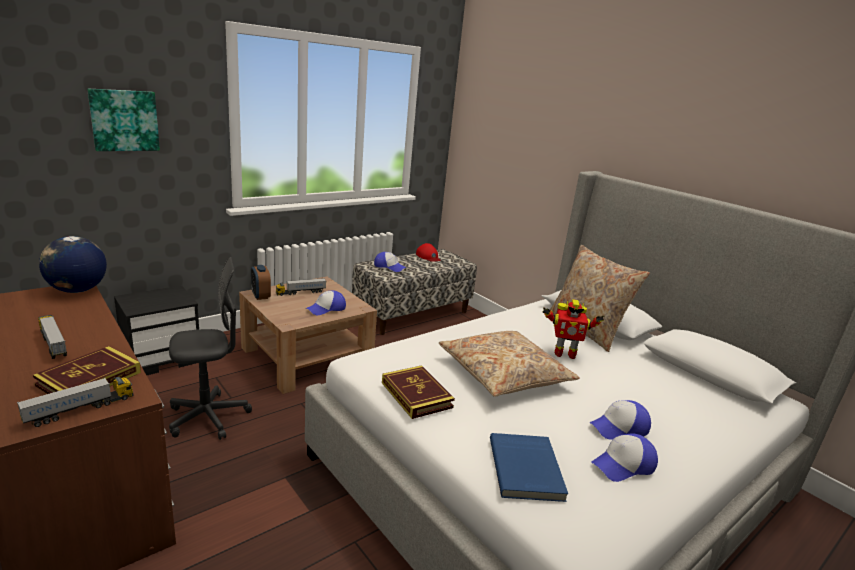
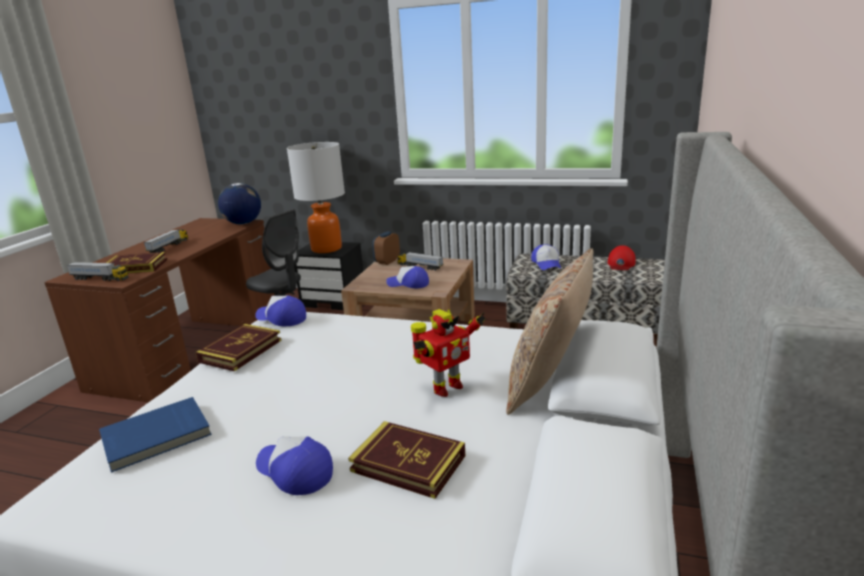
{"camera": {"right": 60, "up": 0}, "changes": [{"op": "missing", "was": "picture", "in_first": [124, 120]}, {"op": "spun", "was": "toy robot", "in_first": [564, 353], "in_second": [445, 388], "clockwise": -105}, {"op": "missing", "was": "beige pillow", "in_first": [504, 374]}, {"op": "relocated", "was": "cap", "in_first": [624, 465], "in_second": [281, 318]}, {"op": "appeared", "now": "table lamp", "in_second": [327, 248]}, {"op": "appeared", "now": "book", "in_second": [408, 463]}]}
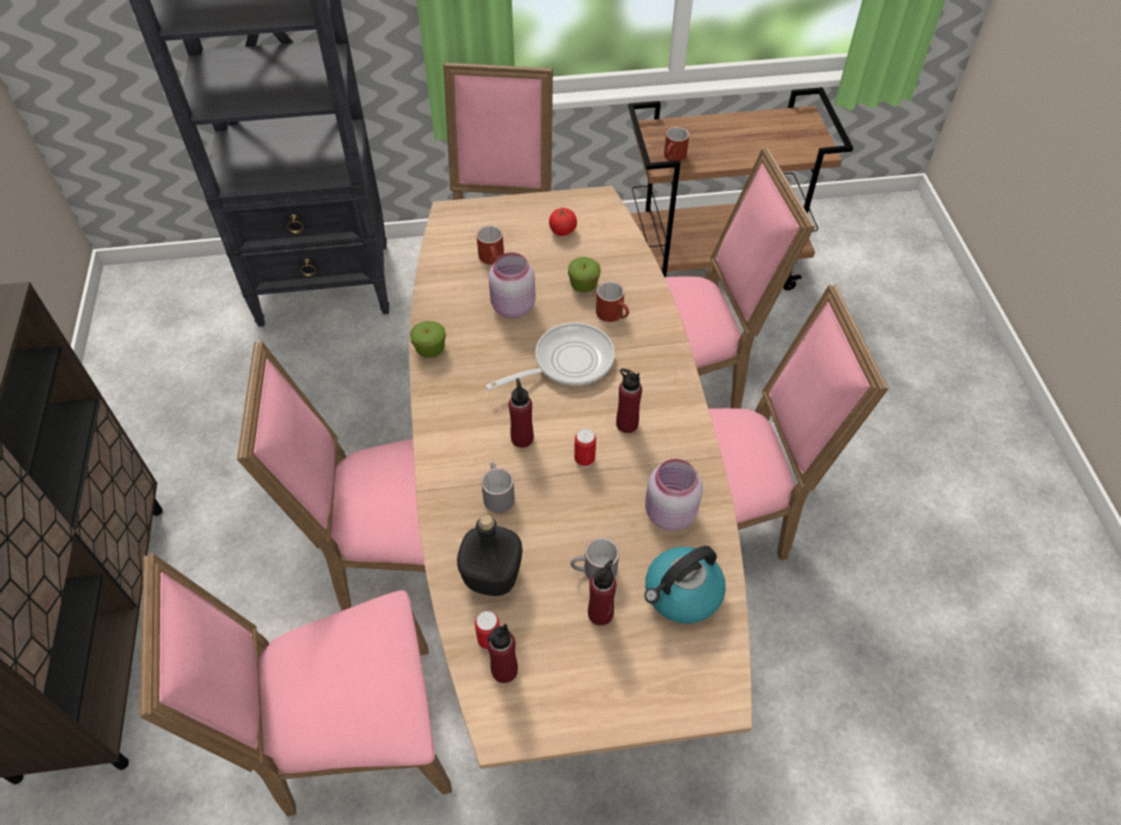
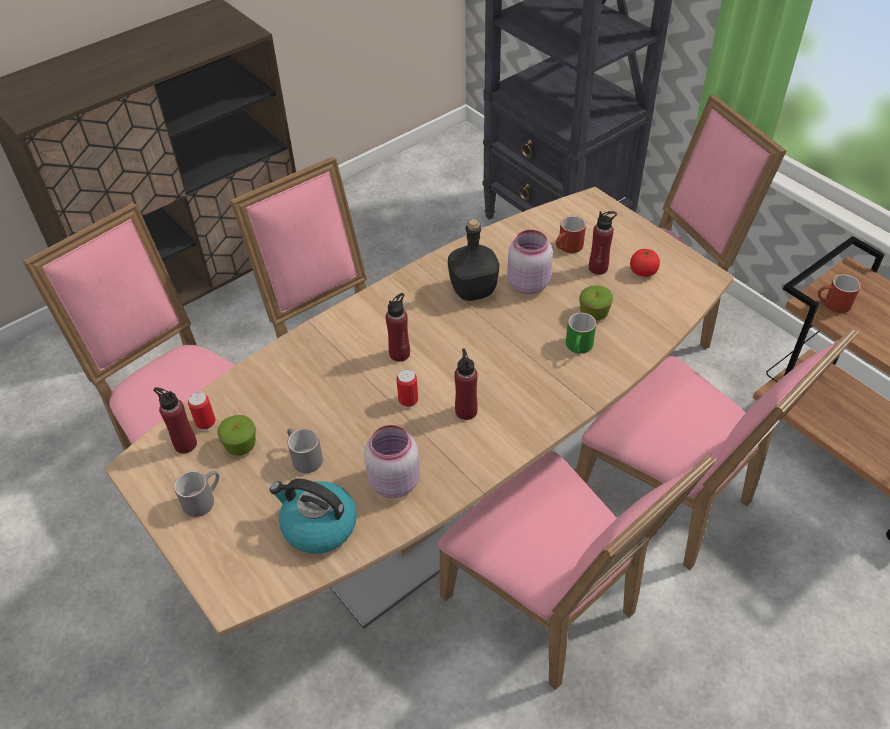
{"camera": {"right": 60, "up": -5}, "changes": [{"op": "colour", "was": "red mug", "now": "green mug", "in_first": [614, 314], "in_second": [579, 348]}, {"op": "relocated", "was": "apple", "in_first": [430, 349], "in_second": [241, 445]}, {"op": "missing", "was": "frying pan", "in_first": [567, 362]}, {"op": "relocated", "was": "grey mug", "in_first": [496, 494], "in_second": [203, 499]}, {"op": "relocated", "was": "black bottle", "in_first": [492, 577], "in_second": [472, 290]}, {"op": "relocated", "was": "red bottle", "in_first": [600, 613], "in_second": [598, 268]}]}
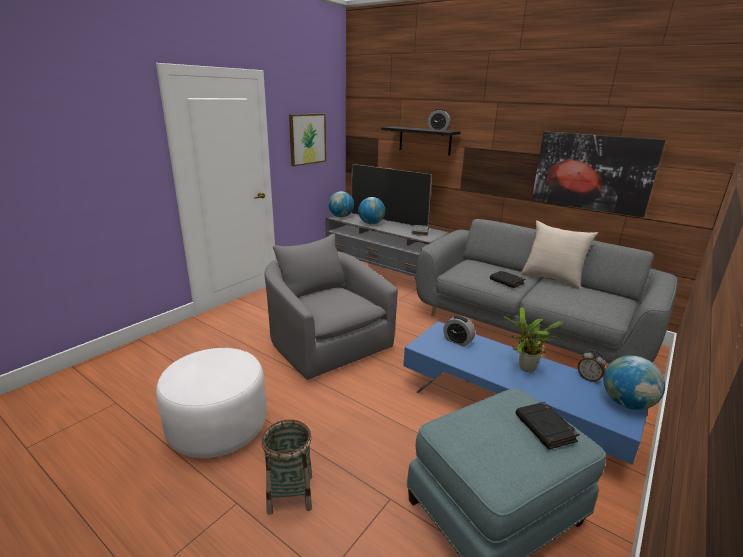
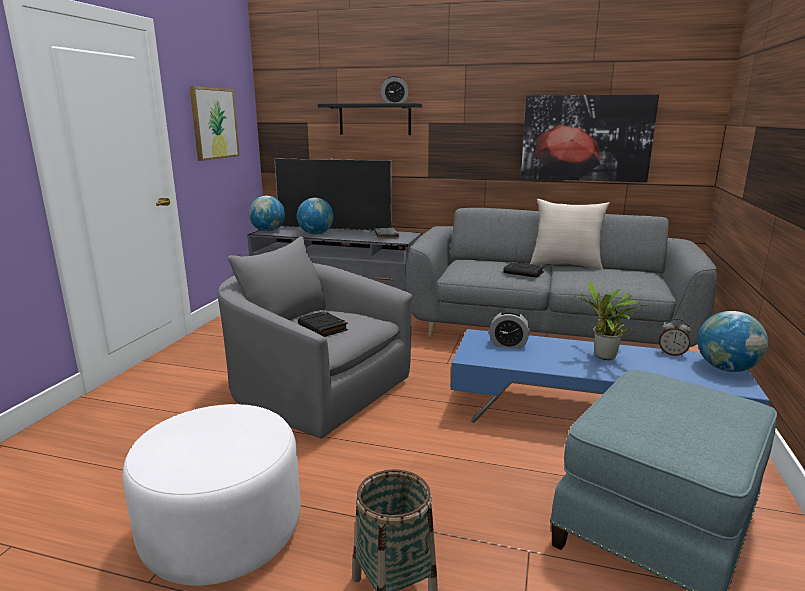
{"camera": {"right": -20, "up": -5}, "changes": [{"op": "relocated", "was": "black book", "in_first": [546, 428], "in_second": [323, 328]}]}
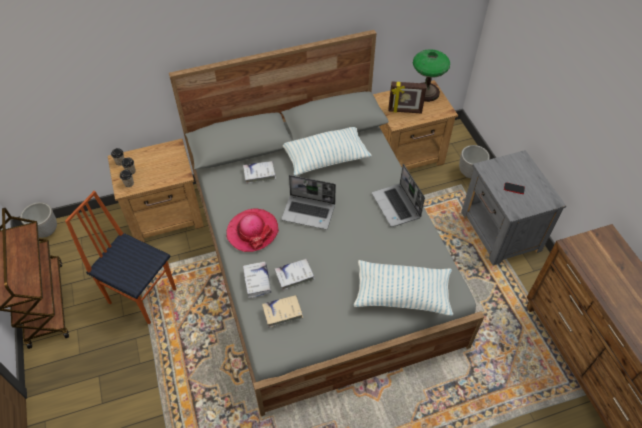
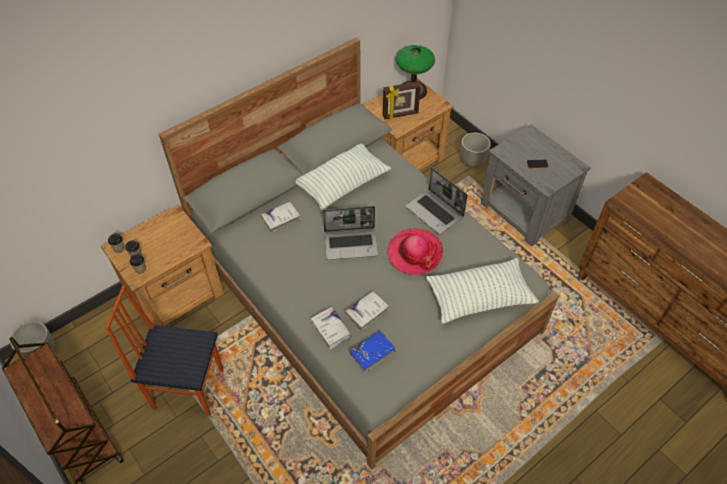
{"camera": {"right": -20, "up": 0}, "changes": [{"op": "relocated", "was": "hat", "in_first": [252, 231], "in_second": [414, 253]}, {"op": "colour", "was": "beige book", "now": "blue book", "in_first": [282, 312], "in_second": [372, 353]}]}
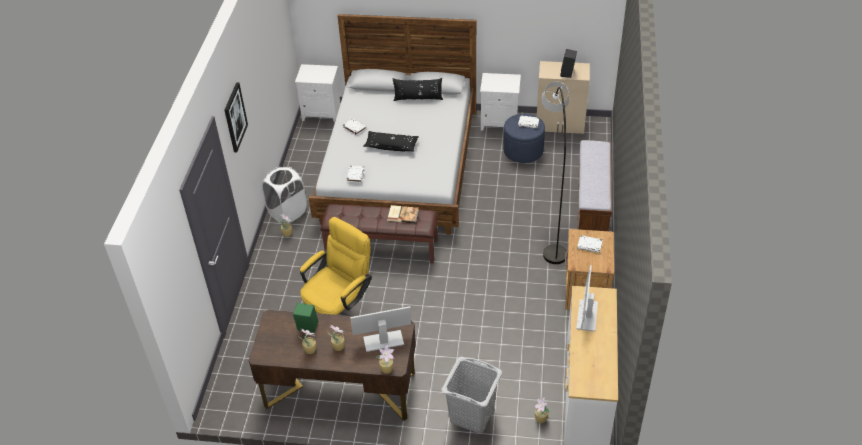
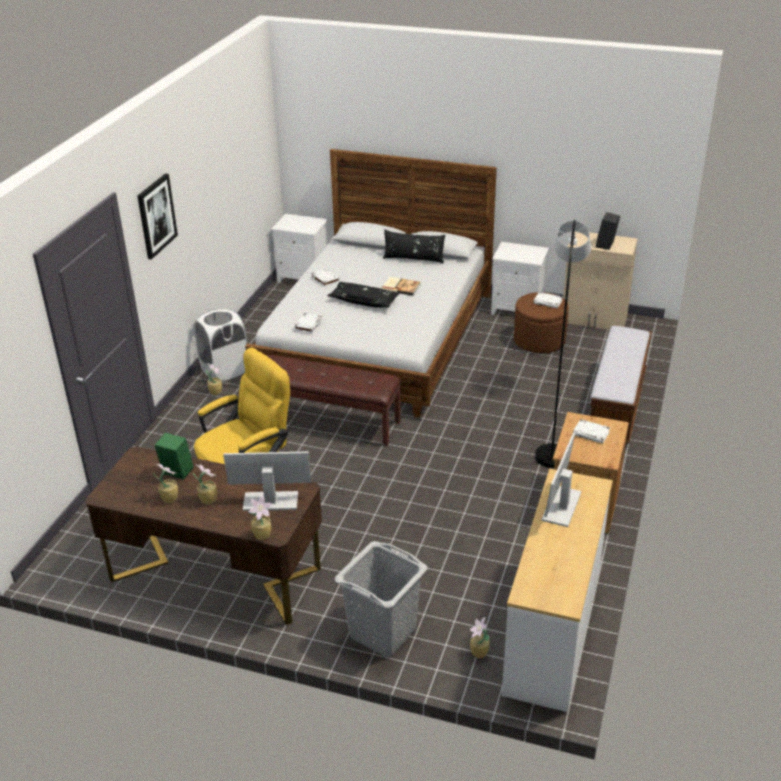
{"camera": {"right": 10, "up": -10}, "changes": [{"op": "colour", "was": "blue ottoman", "now": "brown ottoman", "in_first": [523, 151], "in_second": [539, 340]}, {"op": "relocated", "was": "book", "in_first": [403, 215], "in_second": [401, 287]}]}
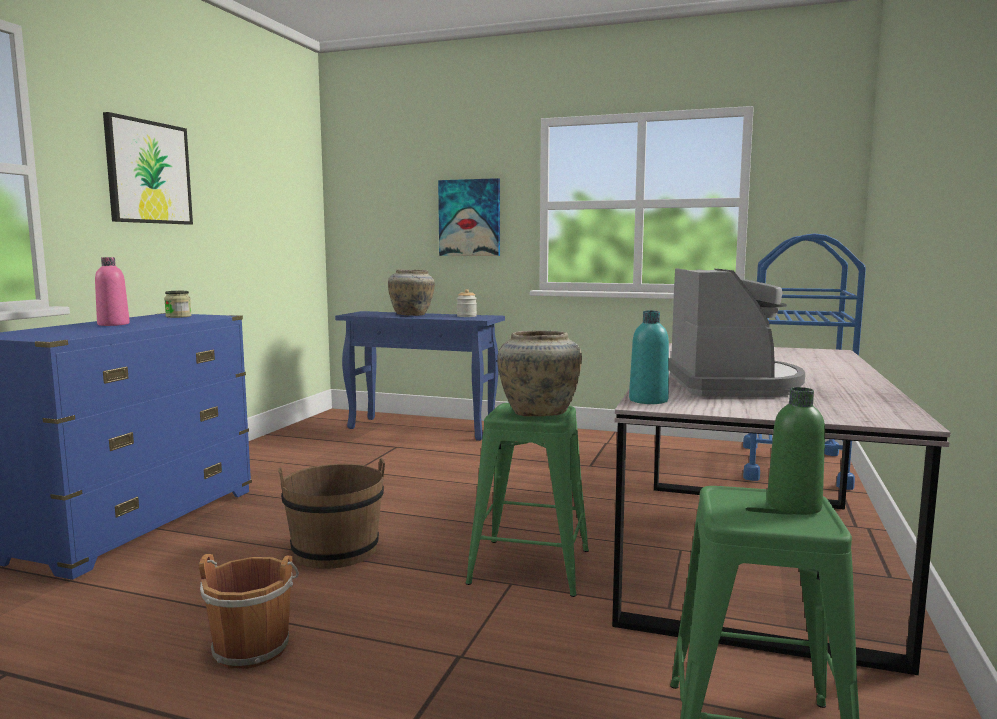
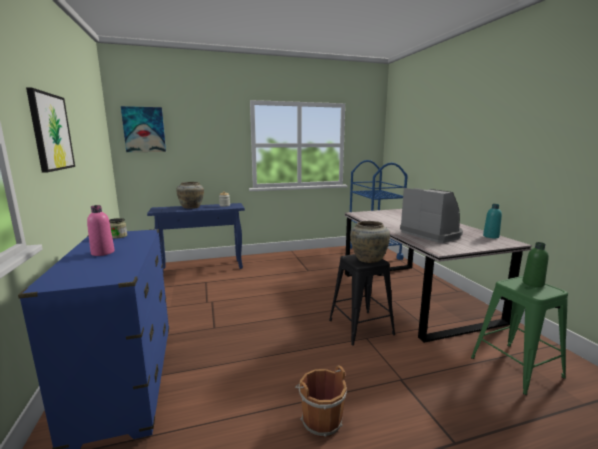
{"camera": {"right": -35, "up": 5}, "changes": [{"op": "relocated", "was": "picture", "in_first": [470, 218], "in_second": [144, 129]}, {"op": "relocated", "was": "turquoise bottle", "in_first": [648, 400], "in_second": [491, 236]}, {"op": "colour", "was": "green stool", "now": "black stool", "in_first": [530, 566], "in_second": [361, 327]}, {"op": "missing", "was": "brown bucket", "in_first": [335, 551]}]}
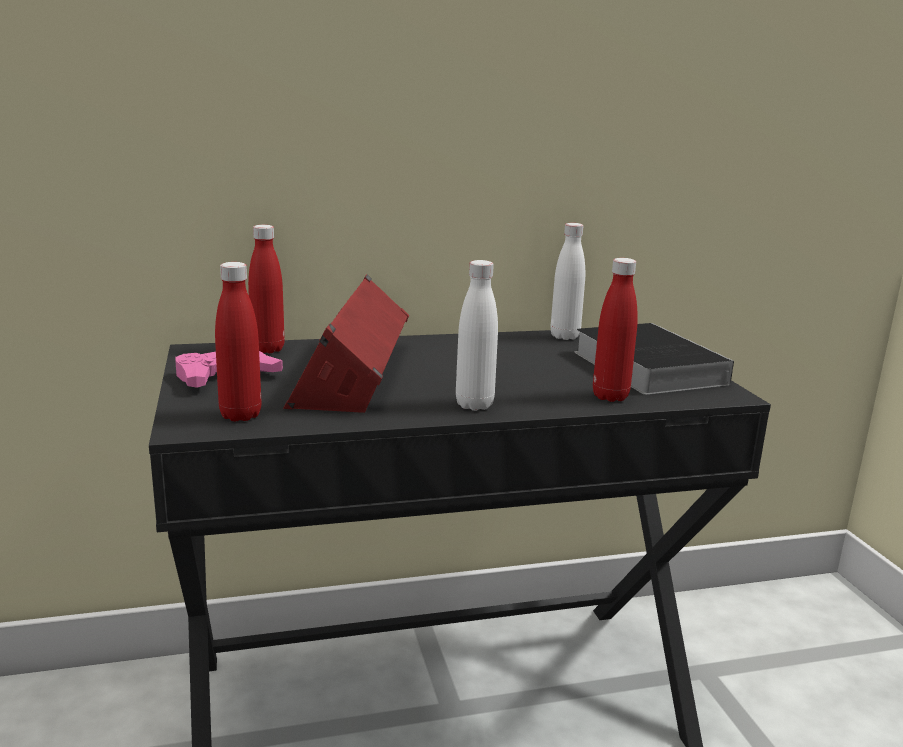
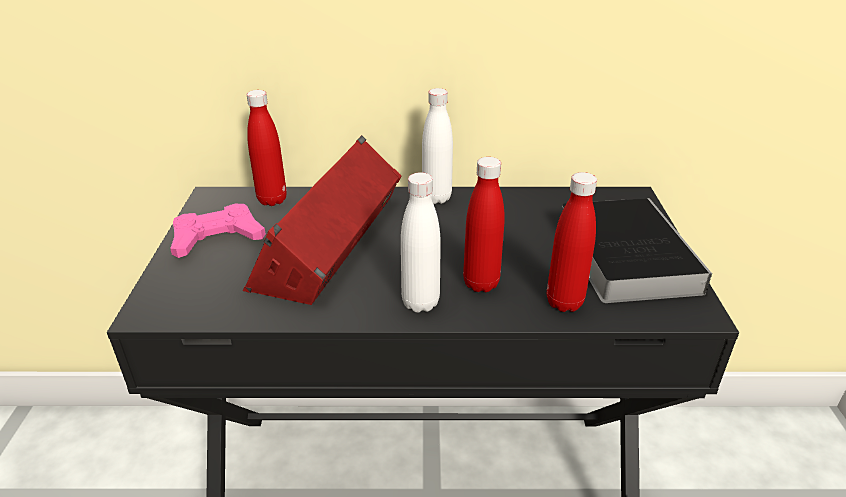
{"camera": {"right": 15, "up": 15}, "changes": [{"op": "relocated", "was": "white bottle", "in_first": [564, 336], "in_second": [436, 198]}, {"op": "relocated", "was": "red bottle", "in_first": [240, 415], "in_second": [481, 283]}]}
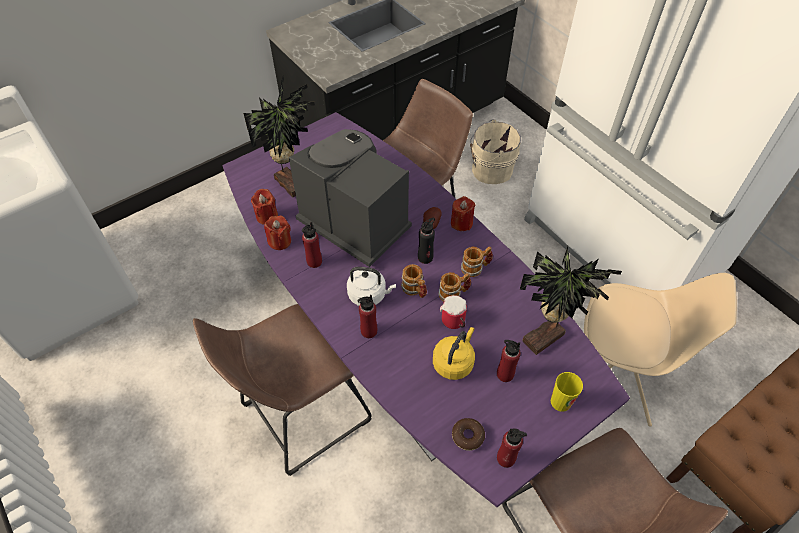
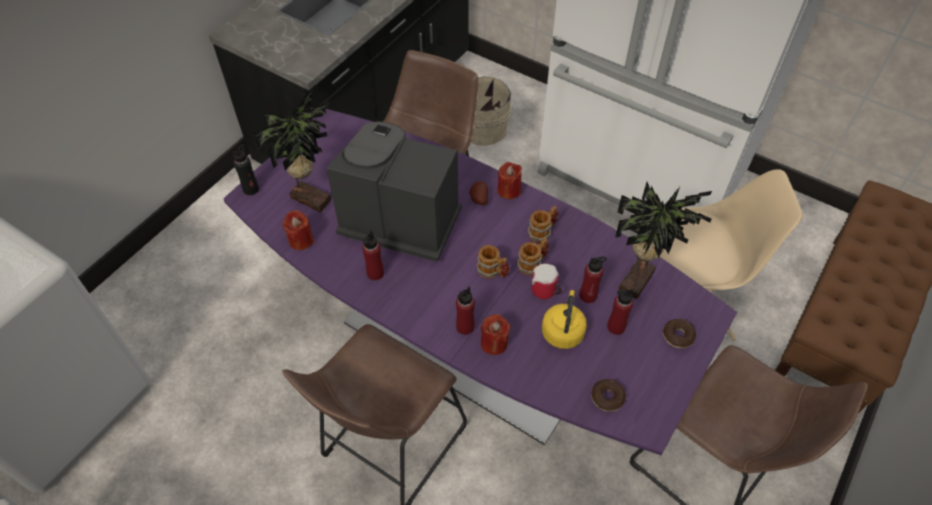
{"camera": {"right": -20, "up": 0}, "changes": [{"op": "relocated", "was": "red candle", "in_first": [280, 241], "in_second": [494, 343]}, {"op": "relocated", "was": "black bottle", "in_first": [425, 257], "in_second": [251, 189]}, {"op": "missing", "was": "white kettle", "in_first": [369, 295]}, {"op": "exchanged", "was": "cup", "now": "donut", "in_first": [560, 402], "in_second": [678, 336]}, {"op": "relocated", "was": "red bottle", "in_first": [506, 458], "in_second": [588, 296]}]}
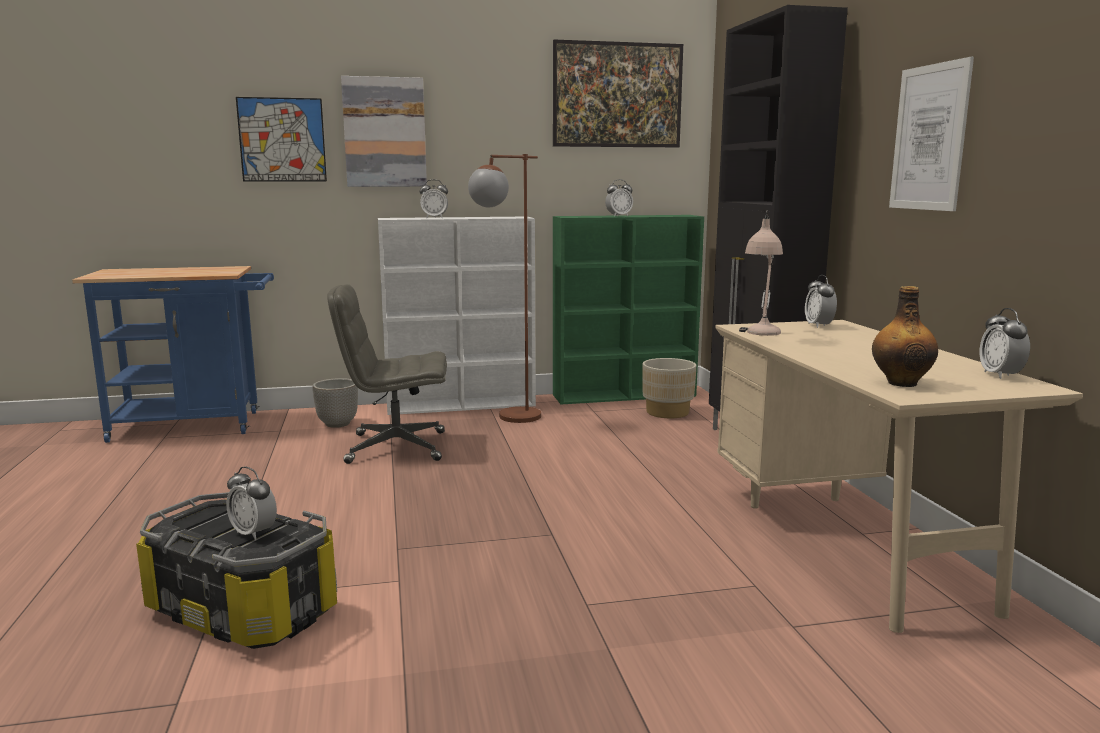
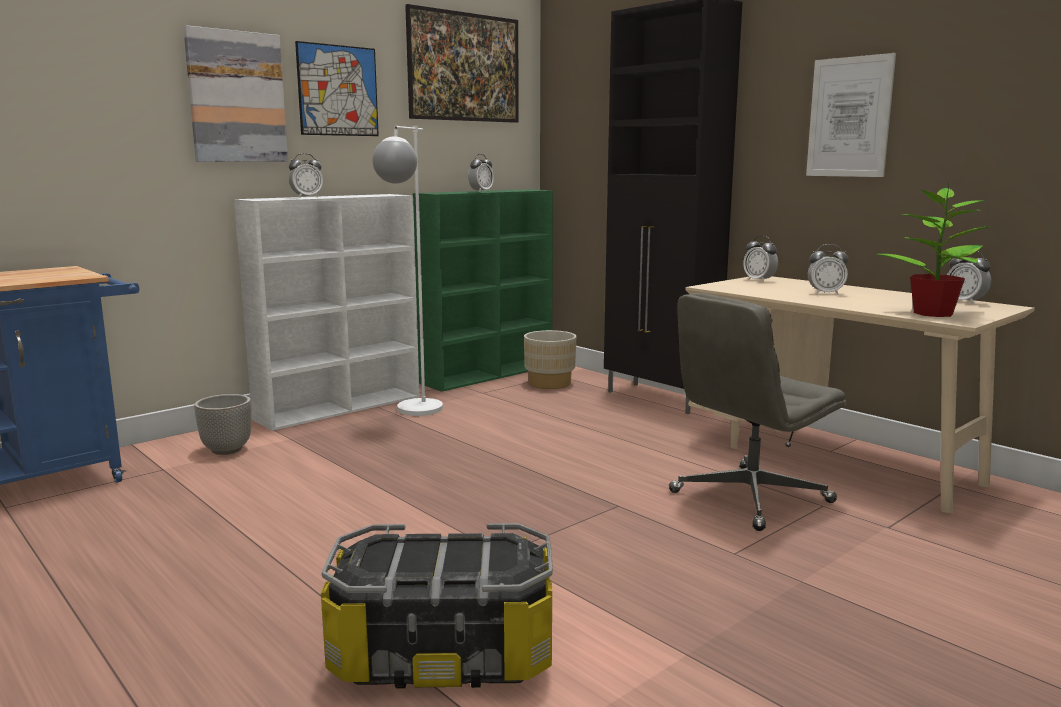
{"camera": {"right": -30, "up": 0}, "changes": [{"op": "relocated", "was": "picture", "in_first": [282, 140], "in_second": [338, 90]}, {"op": "colour", "was": "brown floor lamp", "now": "white floor lamp", "in_first": [509, 420], "in_second": [414, 414]}, {"op": "missing", "was": "beige table lamp", "in_first": [760, 335]}, {"op": "relocated", "was": "grey office chair", "in_first": [395, 447], "in_second": [749, 498]}, {"op": "exchanged", "was": "bottle", "now": "potted plant", "in_first": [901, 383], "in_second": [932, 313]}, {"op": "relocated", "was": "alarm clock", "in_first": [253, 533], "in_second": [825, 293]}]}
